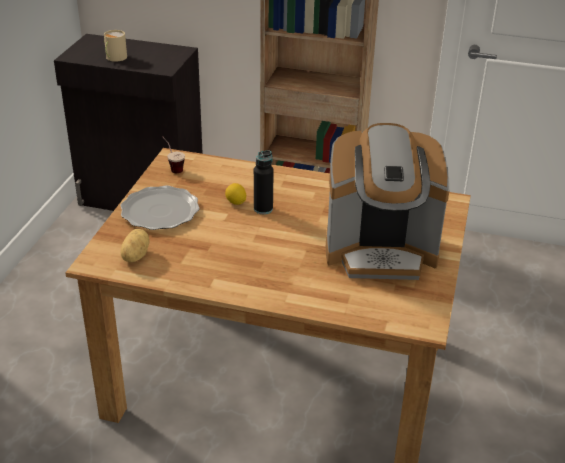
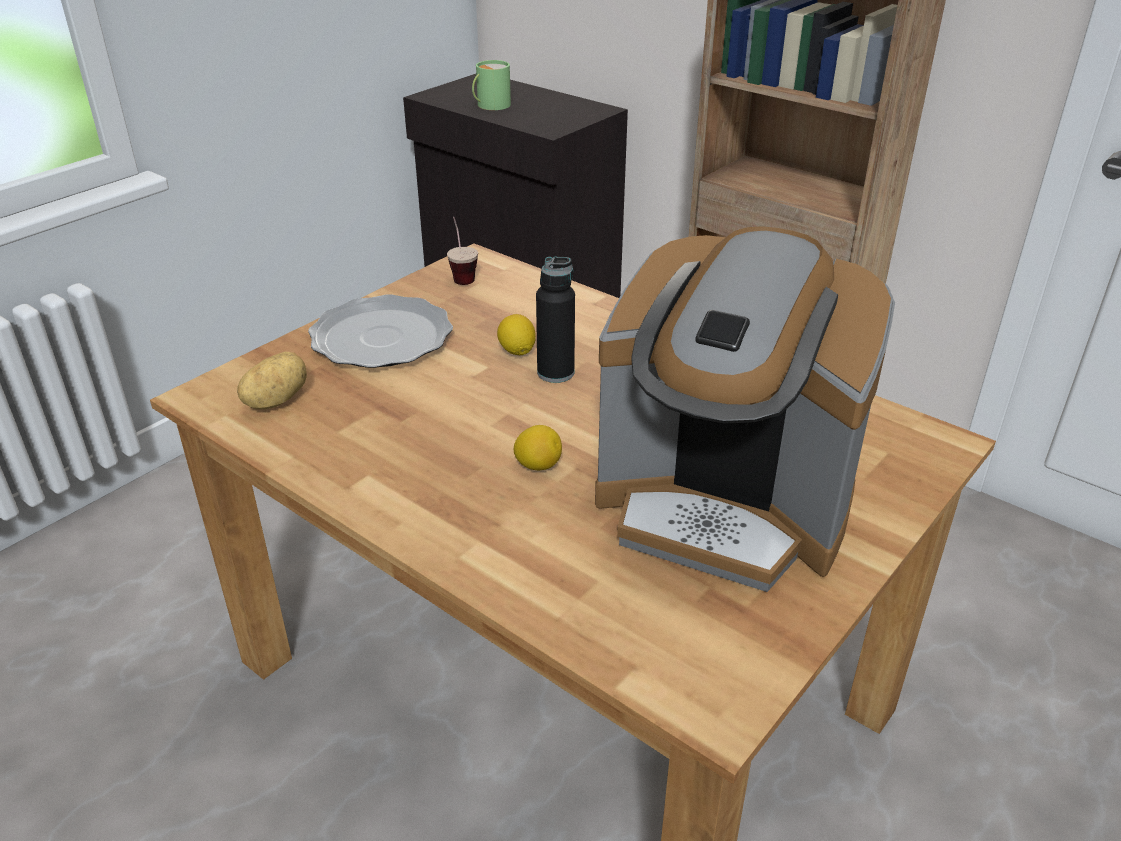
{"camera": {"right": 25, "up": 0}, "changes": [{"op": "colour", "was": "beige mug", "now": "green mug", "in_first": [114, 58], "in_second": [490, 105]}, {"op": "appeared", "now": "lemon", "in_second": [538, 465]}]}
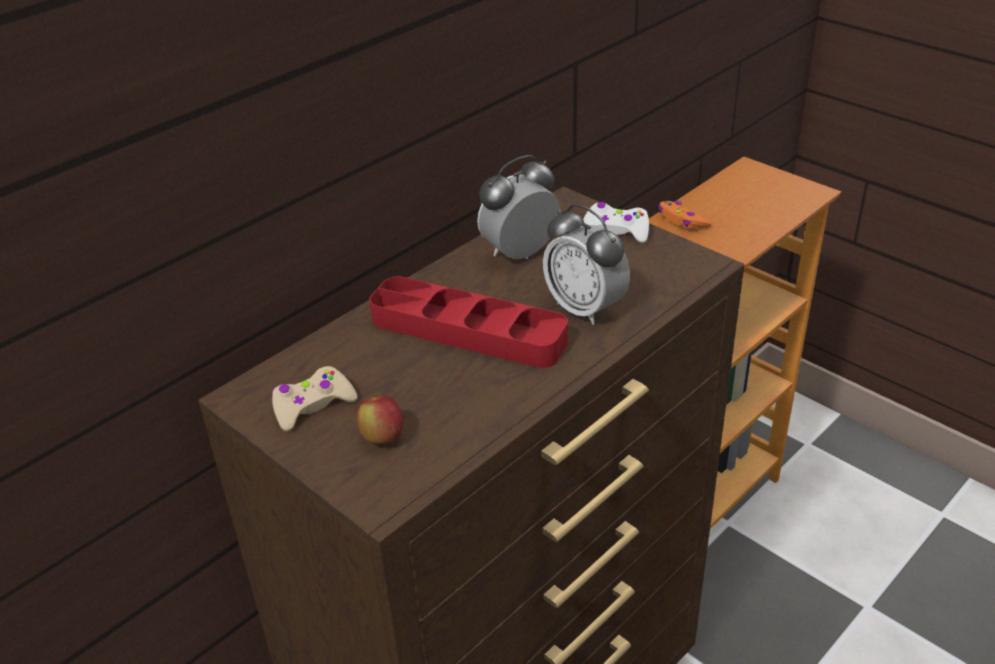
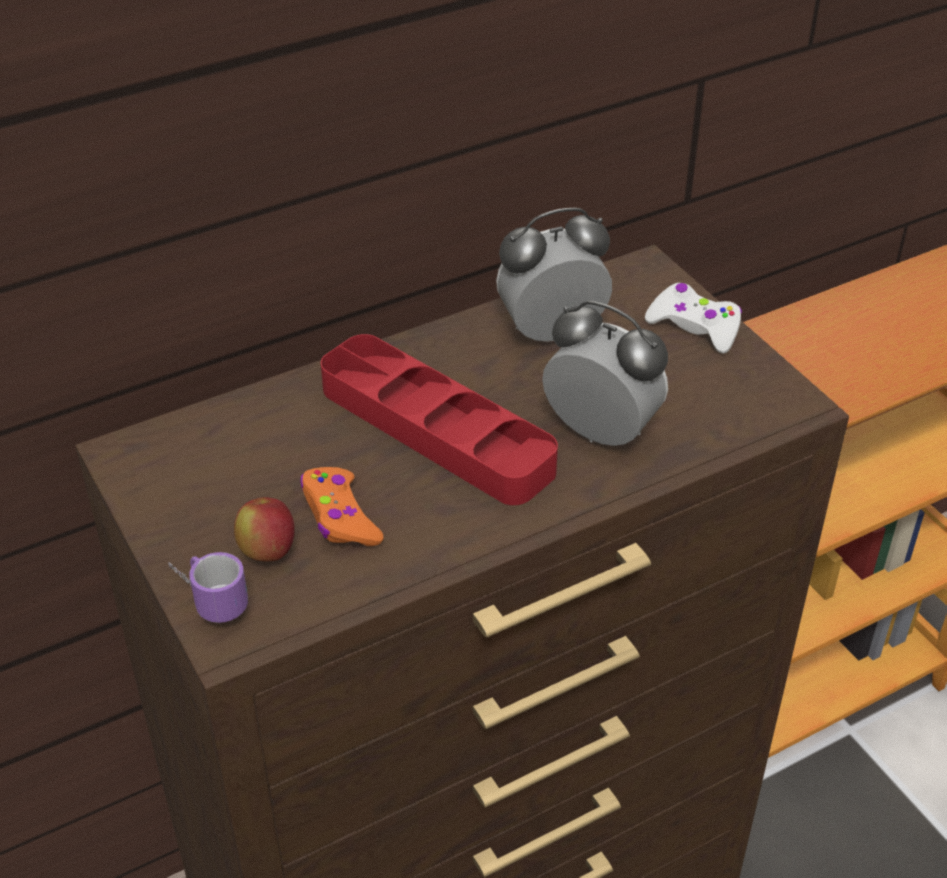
{"camera": {"right": 15, "up": 5}, "changes": [{"op": "relocated", "was": "orange game controller", "in_first": [682, 221], "in_second": [340, 517]}, {"op": "spun", "was": "alarm clock", "in_first": [585, 308], "in_second": [600, 432], "clockwise": 150}, {"op": "missing", "was": "beige game controller", "in_first": [312, 406]}, {"op": "appeared", "now": "mug", "in_second": [205, 597]}]}
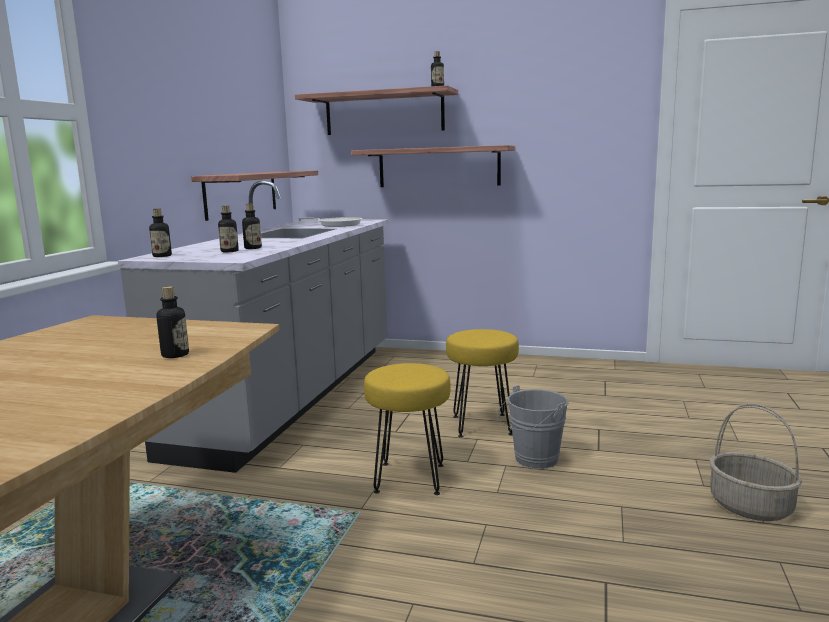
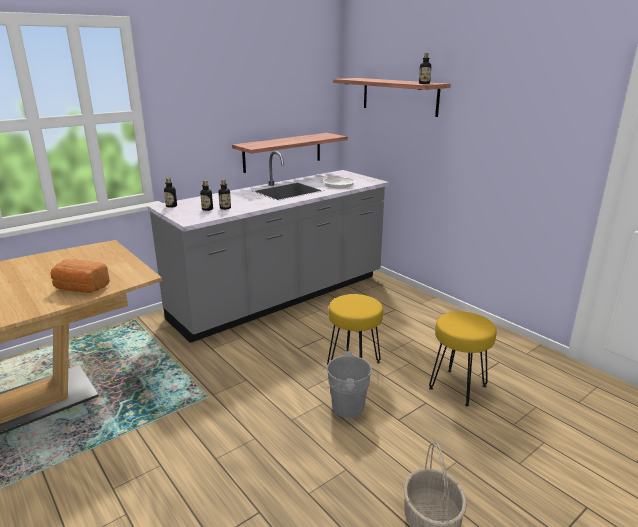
{"camera": {"right": 35, "up": 10}, "changes": [{"op": "missing", "was": "shelf", "in_first": [438, 167]}, {"op": "exchanged", "was": "bottle", "now": "bread", "in_first": [175, 355], "in_second": [80, 288]}, {"op": "relocated", "was": "yellow stool", "in_first": [410, 478], "in_second": [458, 387]}]}
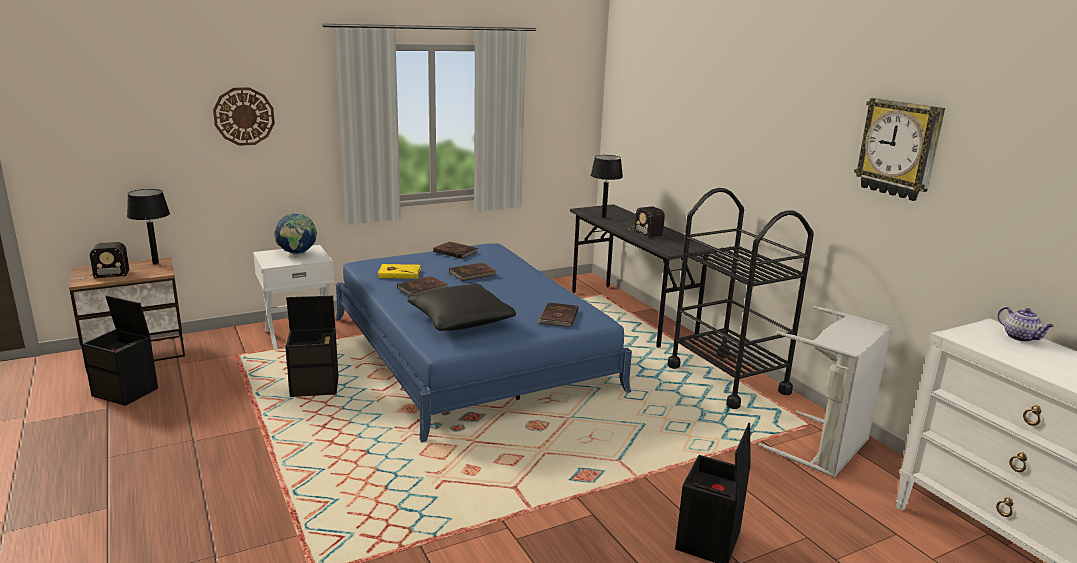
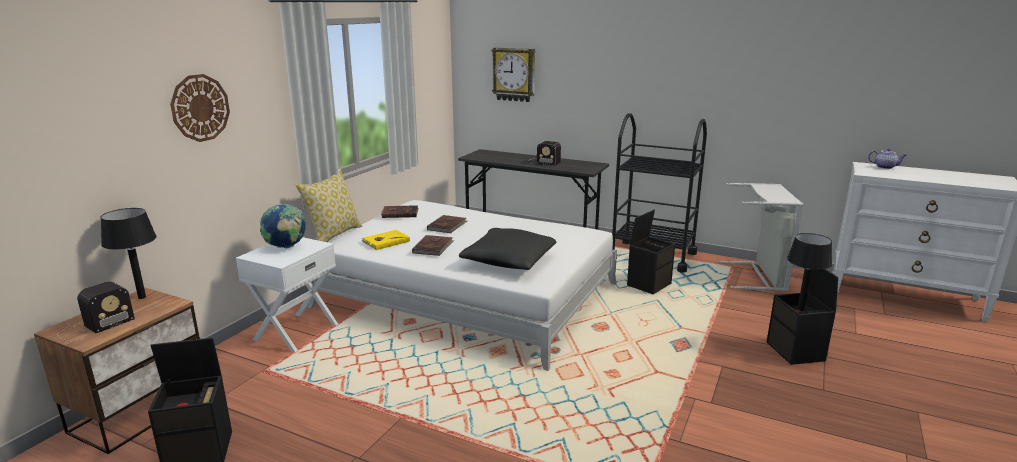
{"camera": {"right": -35, "up": 0}, "changes": [{"op": "relocated", "was": "wall clock", "in_first": [899, 149], "in_second": [514, 74]}, {"op": "relocated", "was": "black table lamp", "in_first": [604, 217], "in_second": [800, 309]}, {"op": "colour", "was": "blue bed", "now": "white bed", "in_first": [470, 352], "in_second": [468, 295]}, {"op": "relocated", "was": "black storage box", "in_first": [316, 387], "in_second": [649, 284]}, {"op": "missing", "was": "brown book", "in_first": [558, 317]}, {"op": "appeared", "now": "pillow", "in_second": [334, 235]}]}
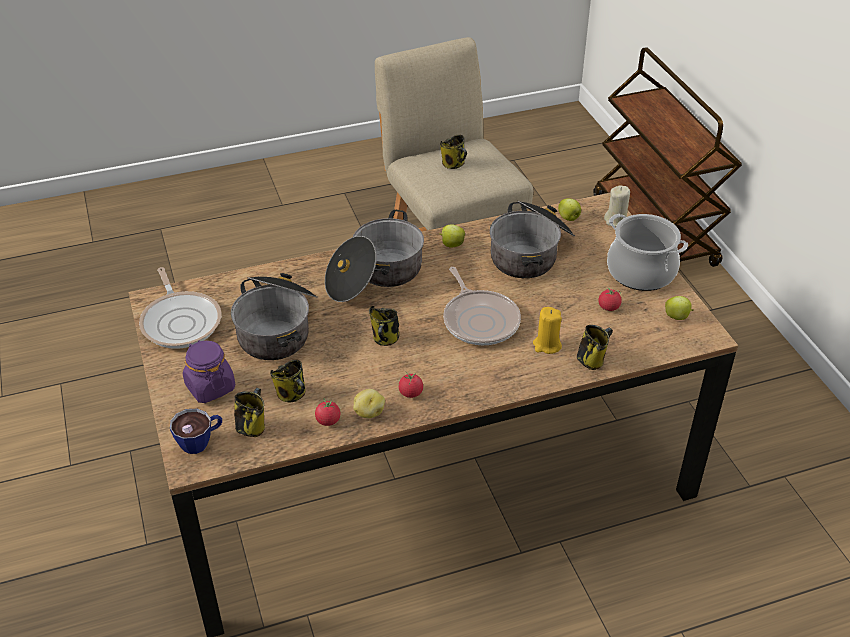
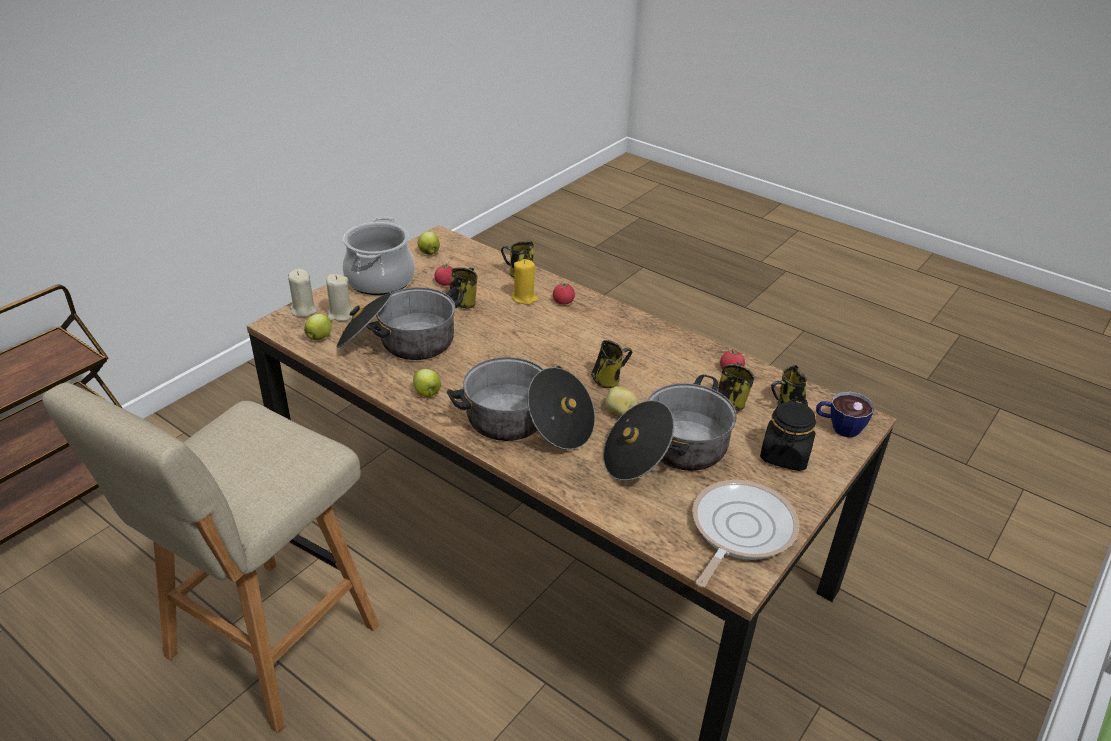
{"camera": {"right": -125, "up": -5}, "changes": [{"op": "relocated", "was": "mug", "in_first": [454, 164], "in_second": [464, 302]}, {"op": "missing", "was": "frying pan", "in_first": [480, 320]}, {"op": "colour", "was": "purple jar", "now": "black jar", "in_first": [210, 387], "in_second": [785, 455]}, {"op": "relocated", "was": "tomato", "in_first": [411, 393], "in_second": [563, 302]}, {"op": "relocated", "was": "potato", "in_first": [368, 412], "in_second": [620, 412]}, {"op": "appeared", "now": "beige candle", "in_second": [340, 315]}]}
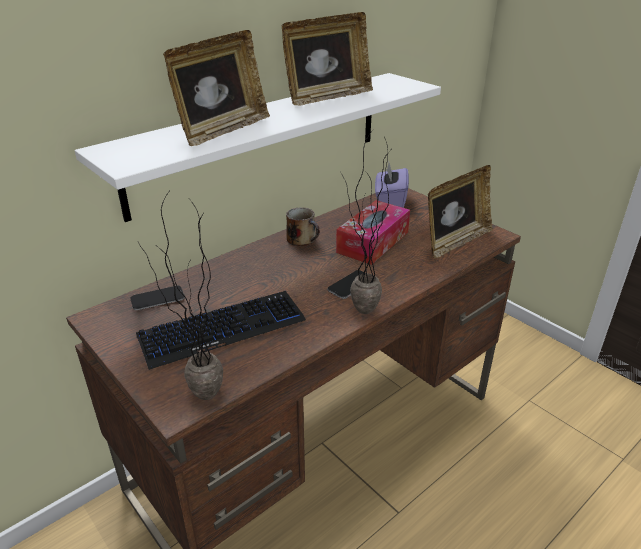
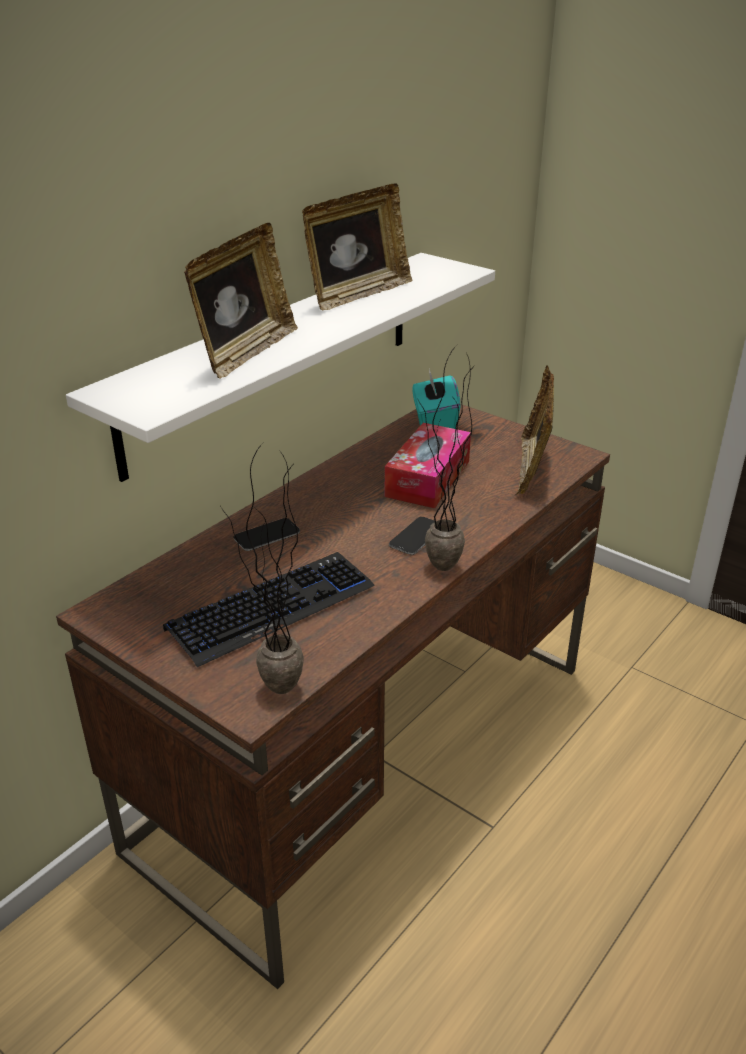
{"camera": {"right": -10, "up": 0}, "changes": [{"op": "colour", "was": "purple tissue box", "now": "turquoise tissue box", "in_first": [390, 201], "in_second": [434, 421]}, {"op": "spun", "was": "picture frame", "in_first": [455, 241], "in_second": [531, 468], "clockwise": 150}, {"op": "missing", "was": "mug", "in_first": [302, 239]}, {"op": "relocated", "was": "phone", "in_first": [158, 299], "in_second": [267, 536]}]}
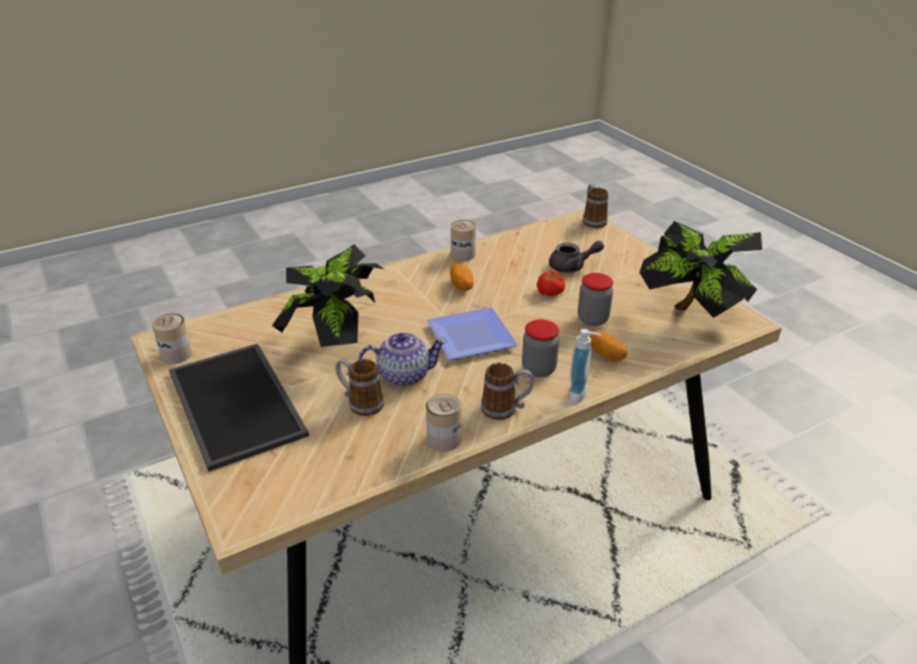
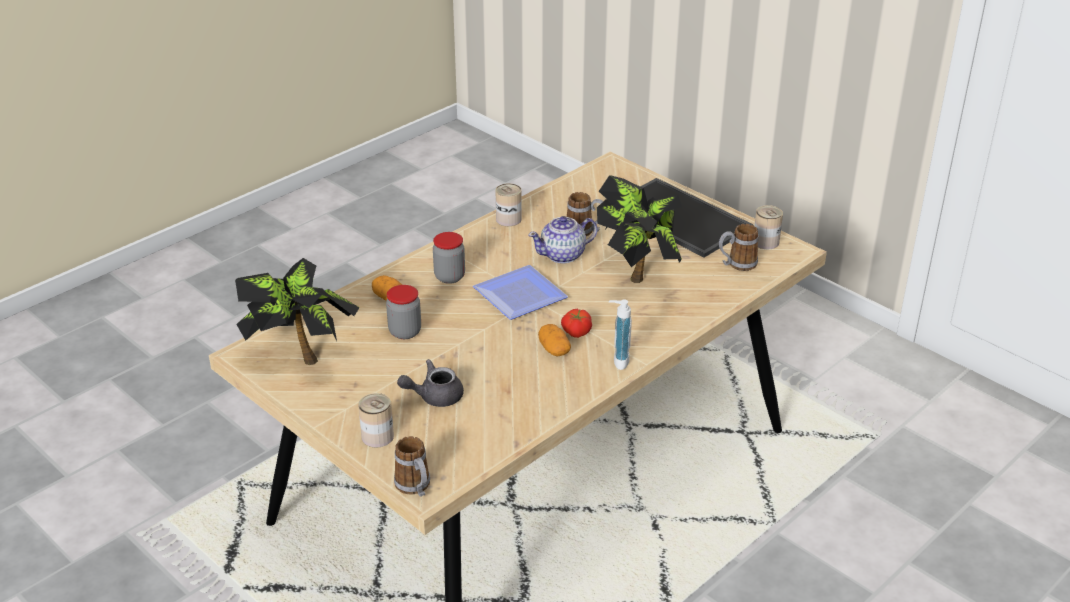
{"camera": {"right": 165, "up": 0}, "changes": [{"op": "relocated", "was": "can", "in_first": [463, 254], "in_second": [377, 436]}, {"op": "relocated", "was": "tomato", "in_first": [550, 292], "in_second": [576, 331]}, {"op": "relocated", "was": "soap dispenser", "in_first": [581, 395], "in_second": [617, 360]}, {"op": "relocated", "was": "mug", "in_first": [506, 409], "in_second": [736, 264]}]}
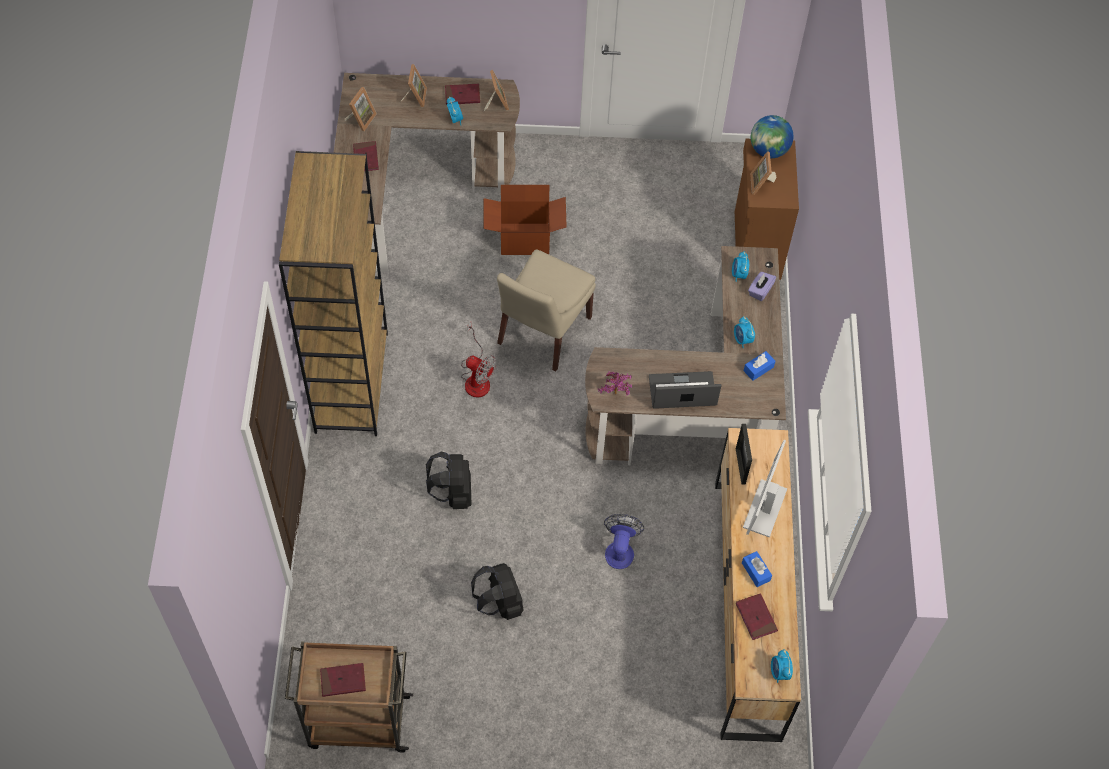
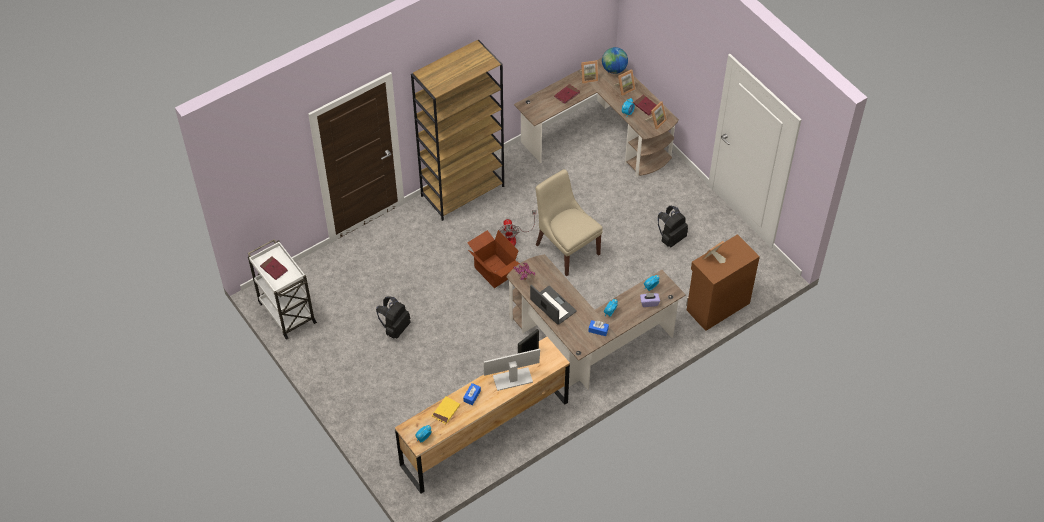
{"camera": {"right": 55, "up": -5}, "changes": [{"op": "relocated", "was": "globe", "in_first": [768, 150], "in_second": [614, 69]}, {"op": "relocated", "was": "cardboard box", "in_first": [524, 240], "in_second": [494, 271]}, {"op": "spun", "was": "beige chair", "in_first": [542, 333], "in_second": [566, 248], "clockwise": 60}, {"op": "relocated", "was": "black backpack", "in_first": [453, 493], "in_second": [671, 238]}, {"op": "missing", "was": "fan", "in_first": [620, 550]}, {"op": "colour", "was": "red book", "now": "yellow book", "in_first": [756, 617], "in_second": [446, 411]}, {"op": "colour", "was": "brown cart", "now": "white cart", "in_first": [357, 722], "in_second": [286, 312]}]}
